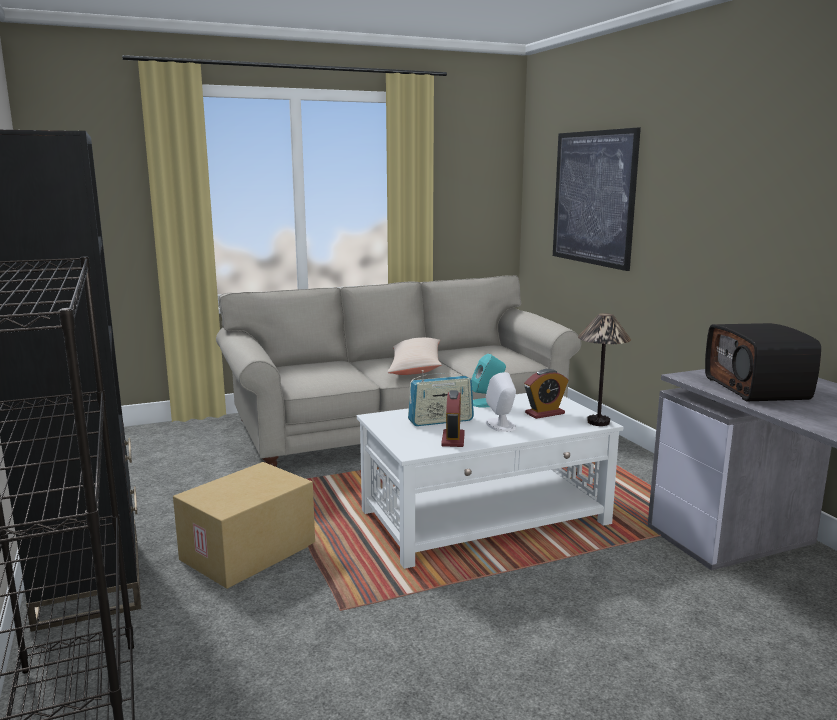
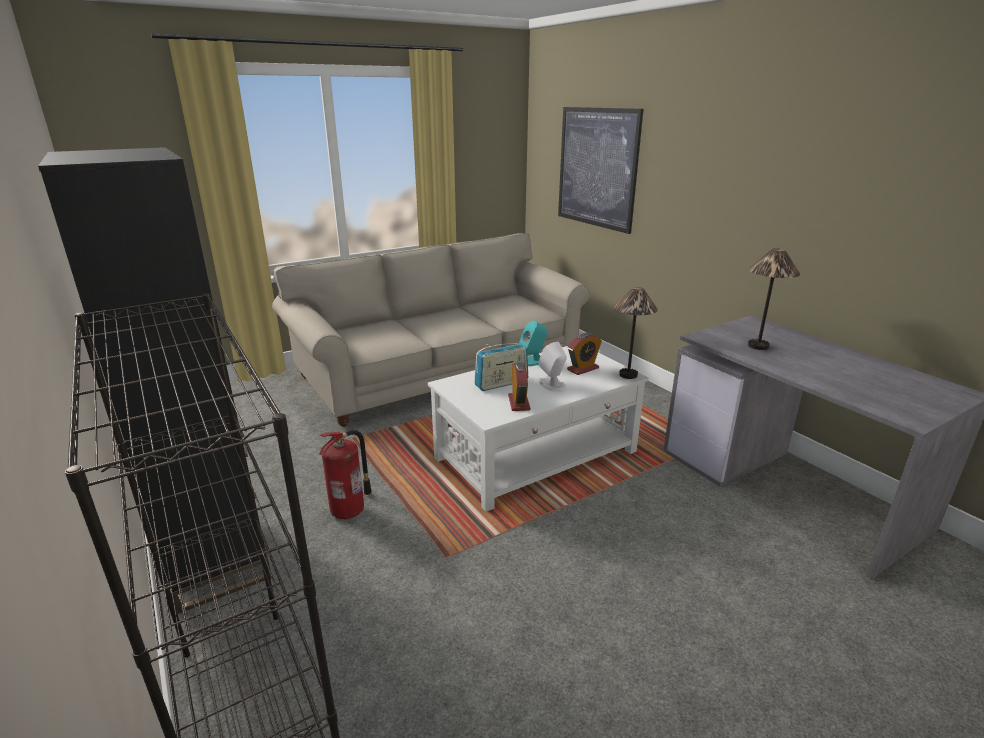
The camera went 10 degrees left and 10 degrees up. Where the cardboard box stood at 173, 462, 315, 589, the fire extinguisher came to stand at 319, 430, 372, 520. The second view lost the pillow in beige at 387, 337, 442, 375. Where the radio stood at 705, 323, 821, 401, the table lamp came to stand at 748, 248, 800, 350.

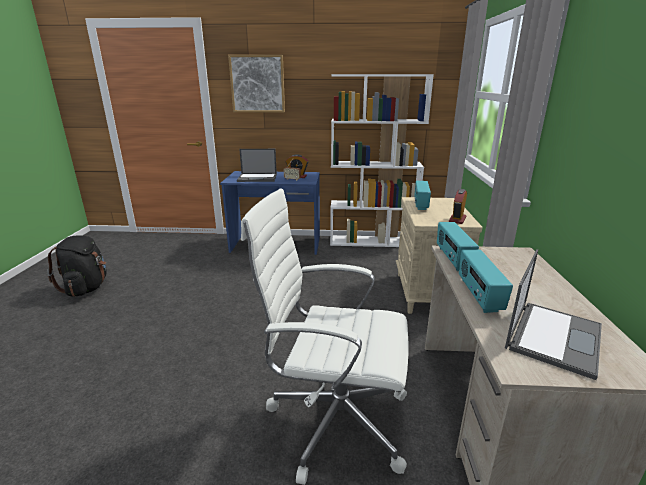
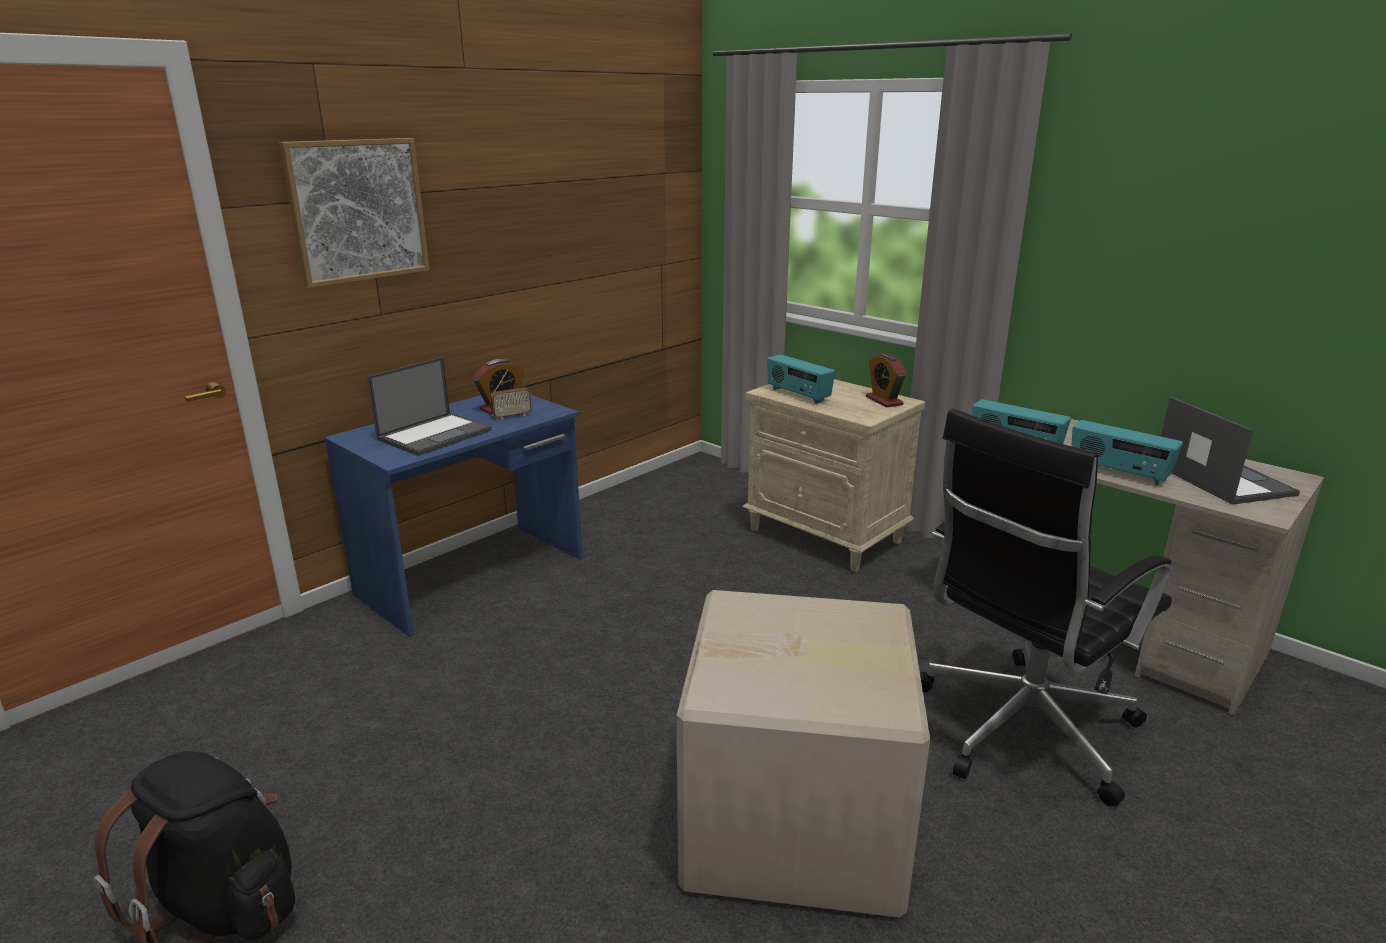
The camera went 50 degrees left and 0 degrees up. What was the office chair in white at 241, 188, 408, 485 turned into the office chair in black at 920, 409, 1172, 807. The second view lost the bookcase in white at 330, 74, 434, 247. The second view gained the cardboard box at 677, 590, 930, 918.

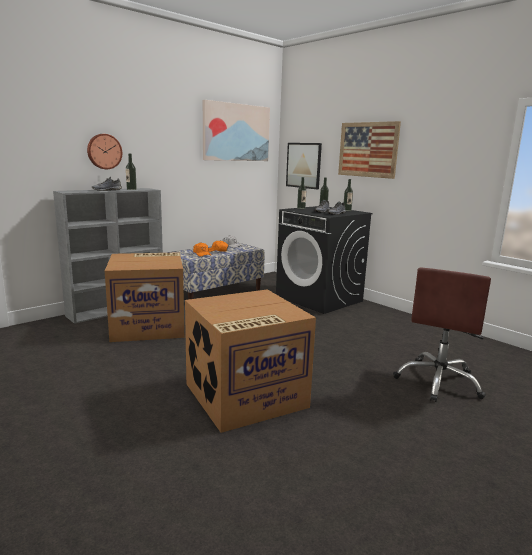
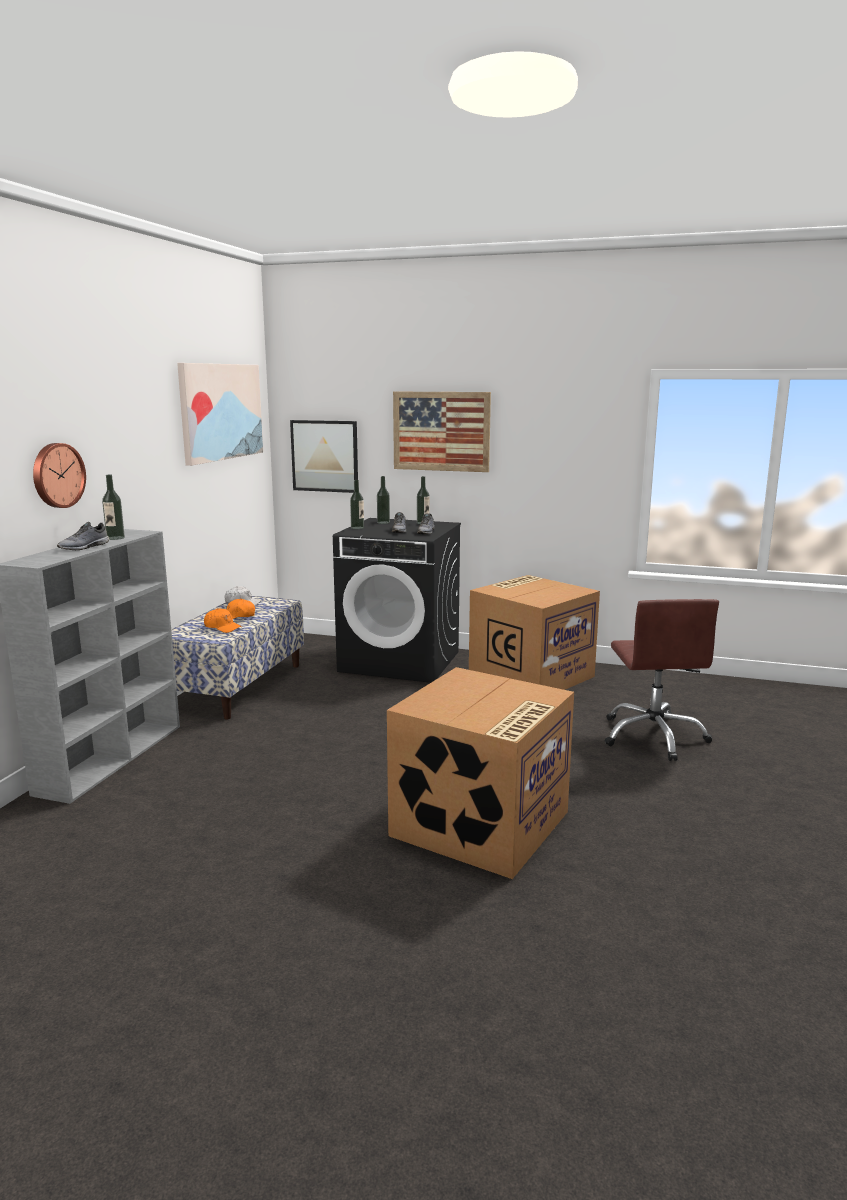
The camera went 30 degrees left and 0 degrees up. The cardboard box ended up elsewhere, having gone from 105, 252, 184, 342 to 469, 575, 600, 690.

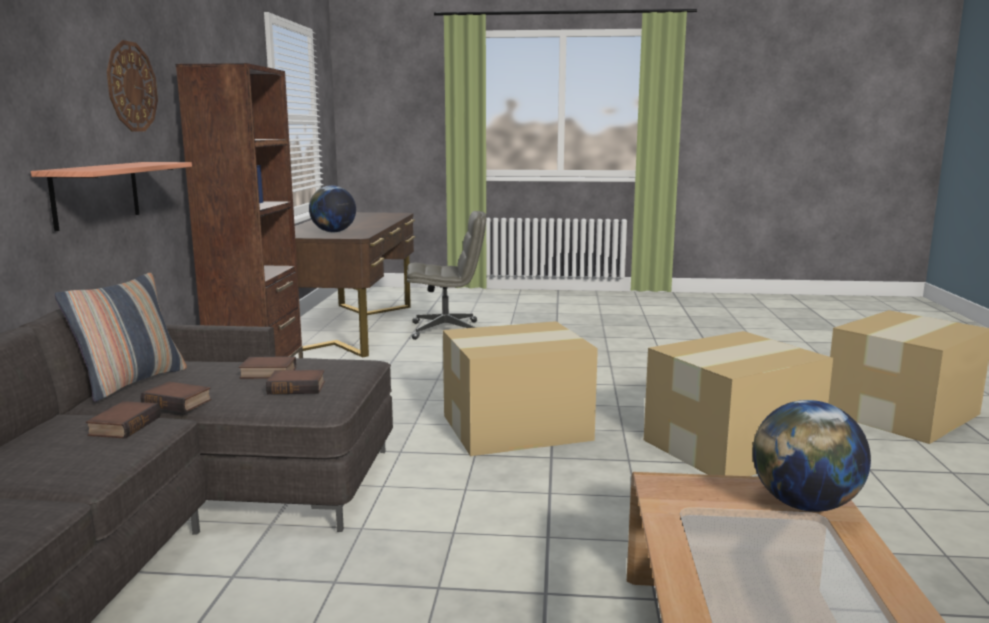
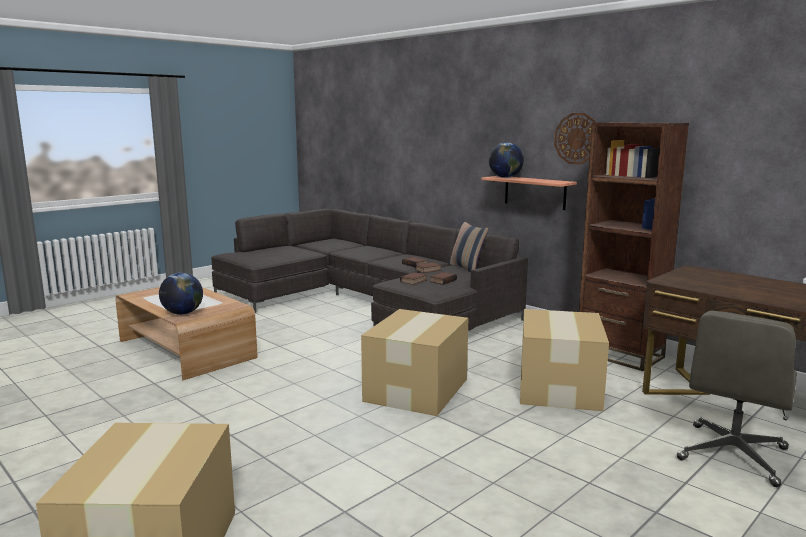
The camera went 130 degrees right and 0 degrees up. The globe ended up elsewhere, having gone from 309, 185, 356, 232 to 489, 142, 524, 178. The cardboard box ended up elsewhere, having gone from 644, 331, 833, 476 to 520, 309, 609, 411.

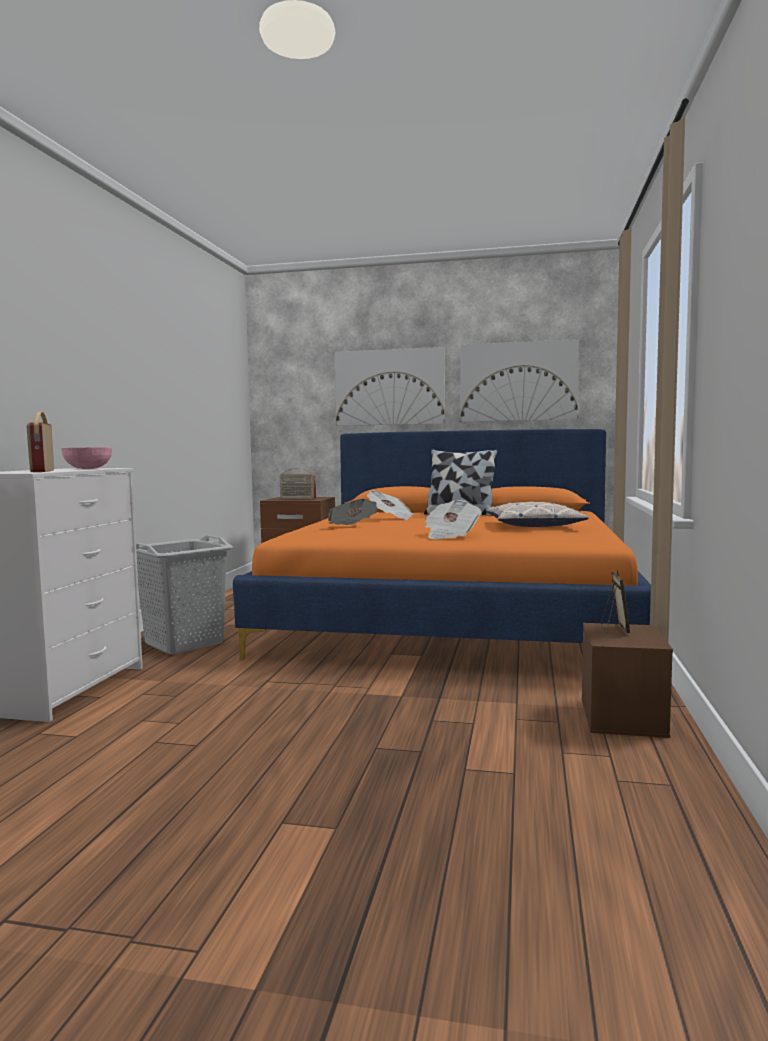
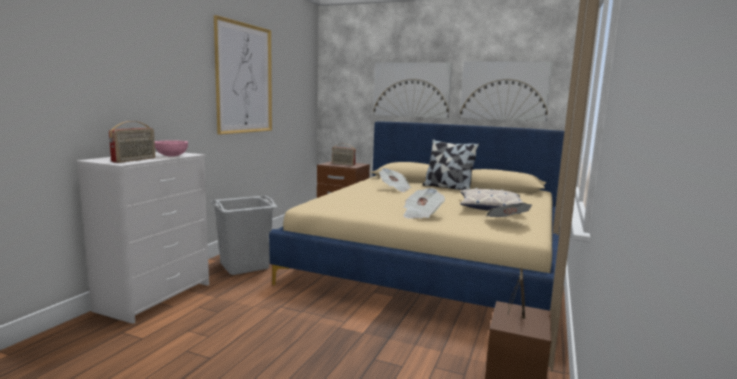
The camera went 10 degrees right and 5 degrees up. The radio at 27, 412, 54, 472 ended up facing another way, 150 degrees counterclockwise from before. What was the bed in orange at 233, 429, 651, 660 turned into the bed in beige at 269, 121, 564, 311. The newspaper ended up elsewhere, having gone from 328, 499, 377, 525 to 486, 203, 532, 217. The second view gained the picture at 214, 15, 272, 135.

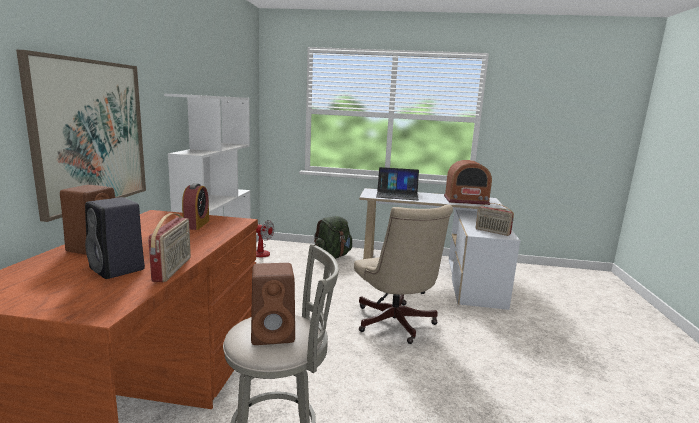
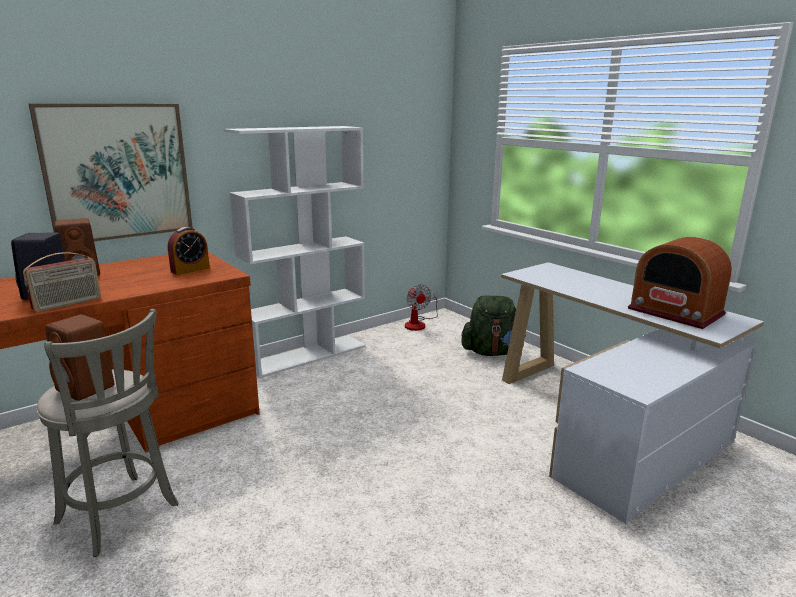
The camera went 45 degrees right and 5 degrees up. The second view lost the office chair in beige at 354, 204, 453, 344. The second view lost the laptop at 376, 167, 419, 200. The second view lost the radio at 476, 203, 514, 236.

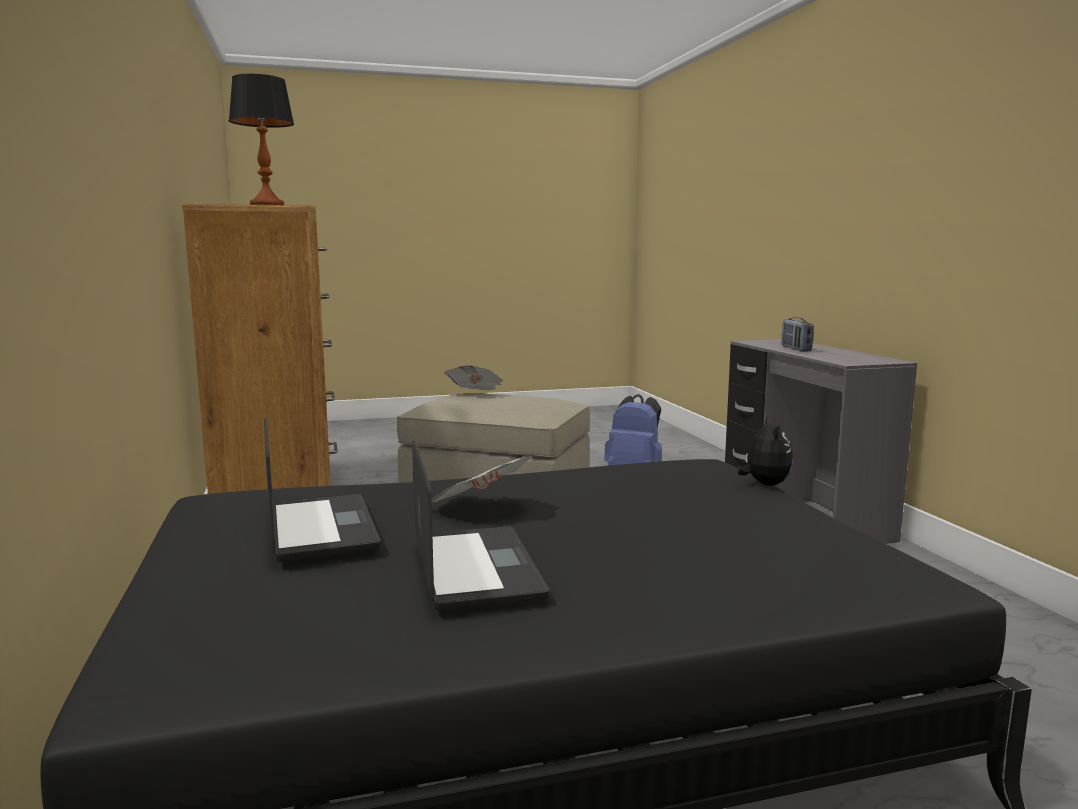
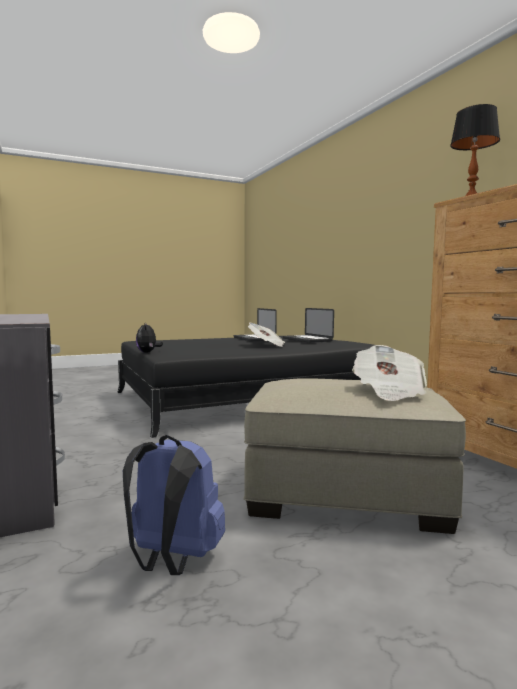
The camera went 170 degrees right and 5 degrees down. The second view lost the radio at 782, 317, 814, 352.

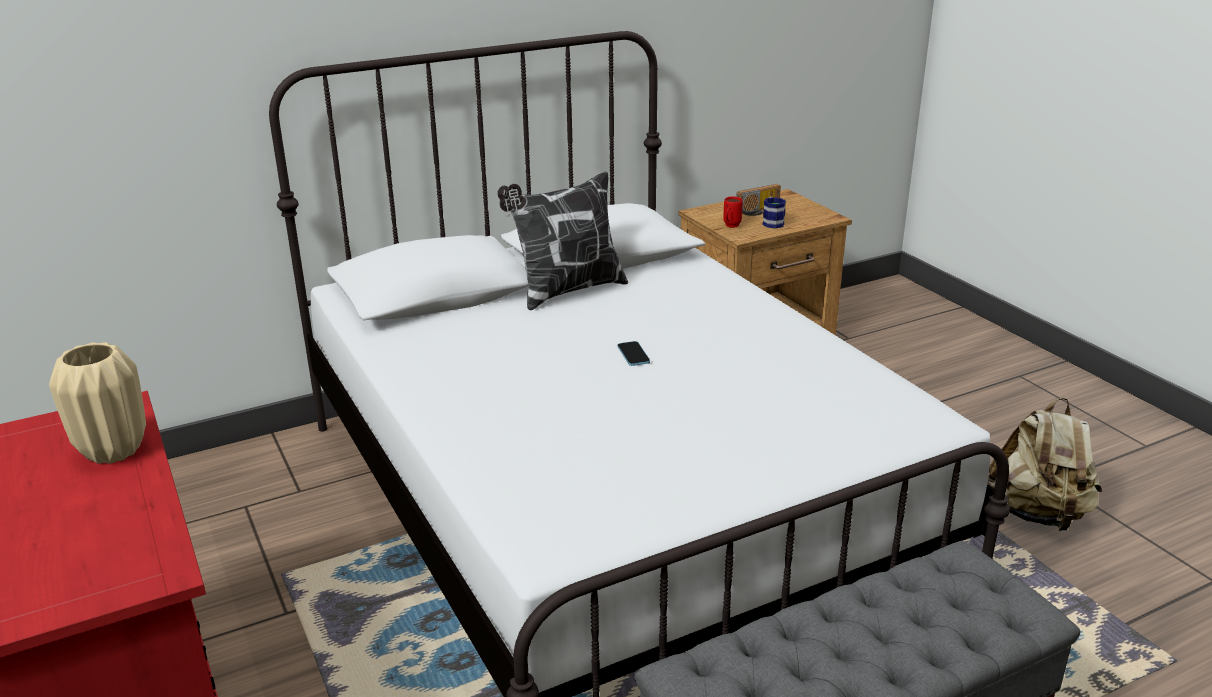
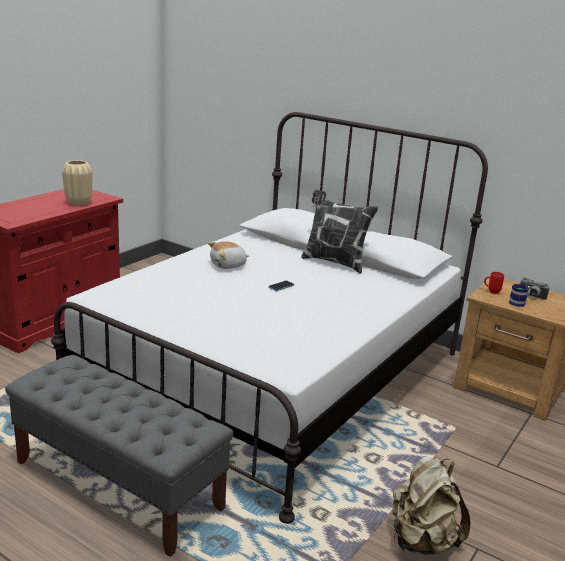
The camera went 60 degrees right and 5 degrees down. Where the radio stood at 736, 184, 781, 216, the photo camera came to stand at 520, 277, 550, 300. The second view gained the plush toy at 208, 241, 249, 269.

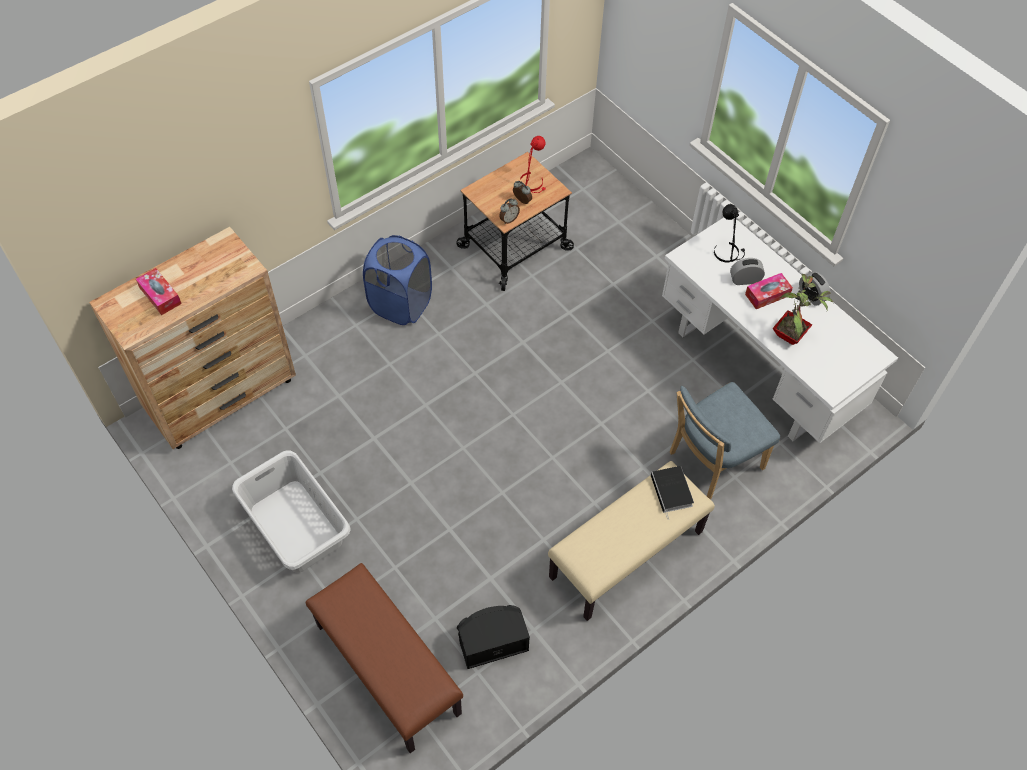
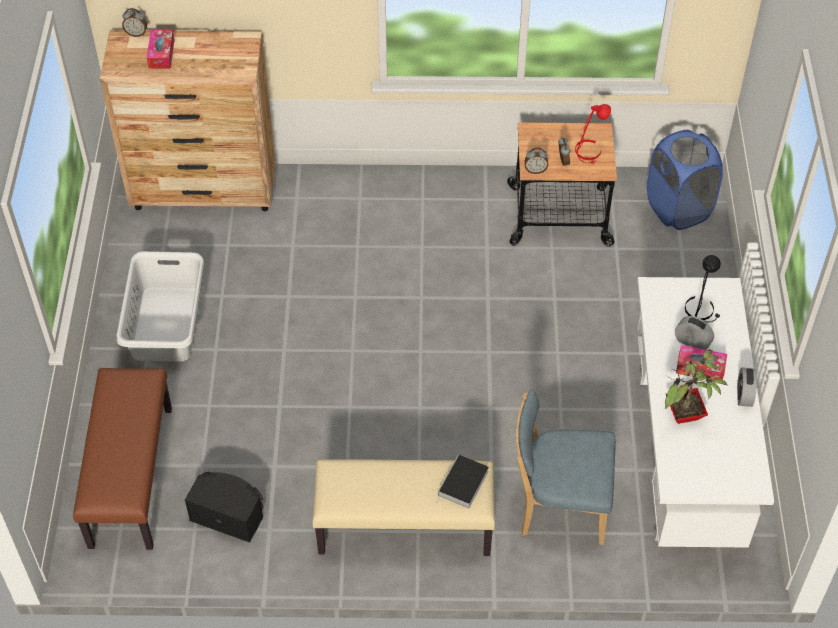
The camera went 40 degrees right and 5 degrees down. The laundry basket in blue ended up elsewhere, having gone from 363, 235, 432, 325 to 647, 130, 723, 230. The second view gained the alarm clock at 122, 8, 147, 37.

